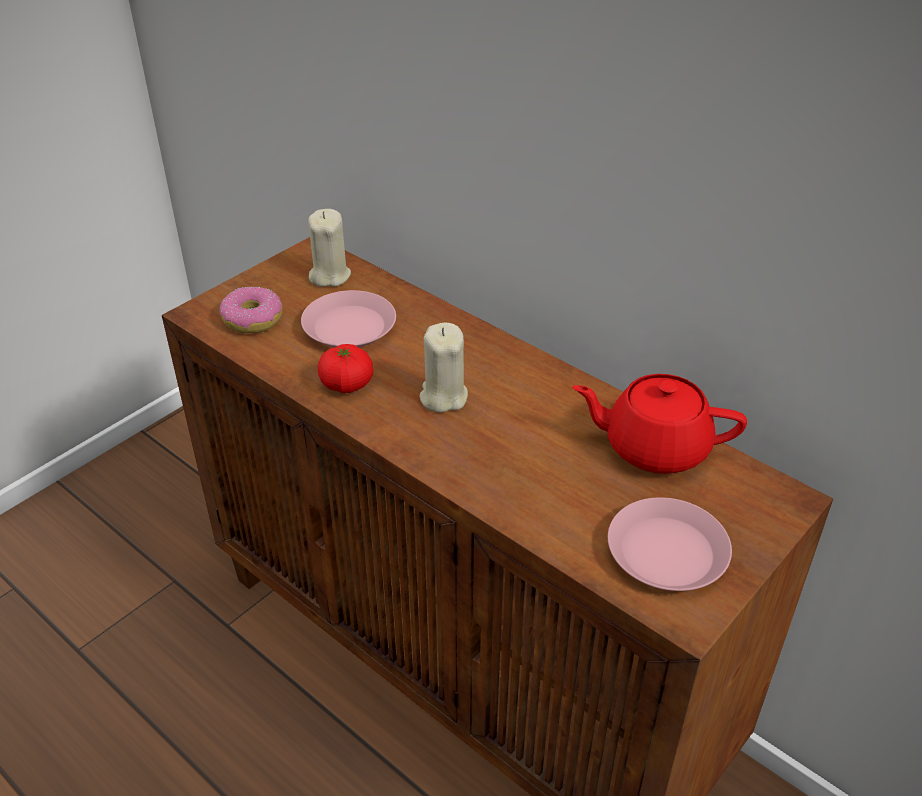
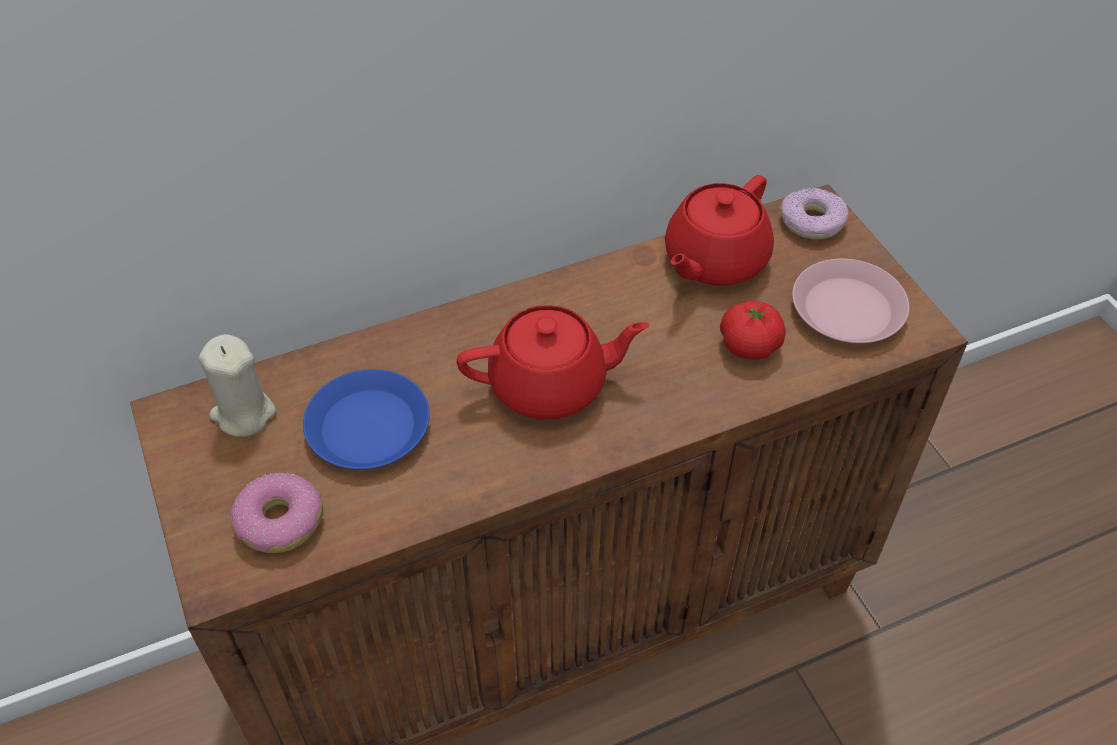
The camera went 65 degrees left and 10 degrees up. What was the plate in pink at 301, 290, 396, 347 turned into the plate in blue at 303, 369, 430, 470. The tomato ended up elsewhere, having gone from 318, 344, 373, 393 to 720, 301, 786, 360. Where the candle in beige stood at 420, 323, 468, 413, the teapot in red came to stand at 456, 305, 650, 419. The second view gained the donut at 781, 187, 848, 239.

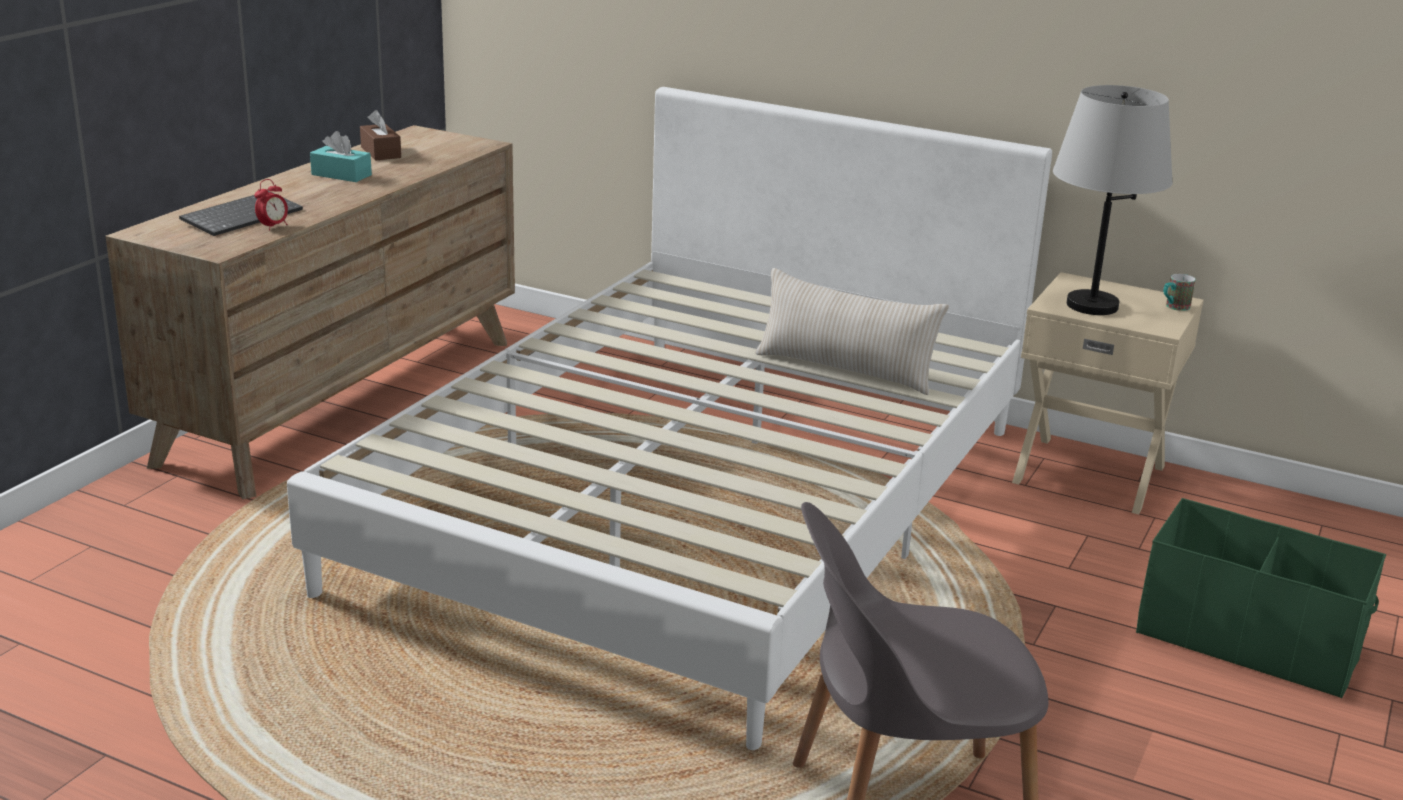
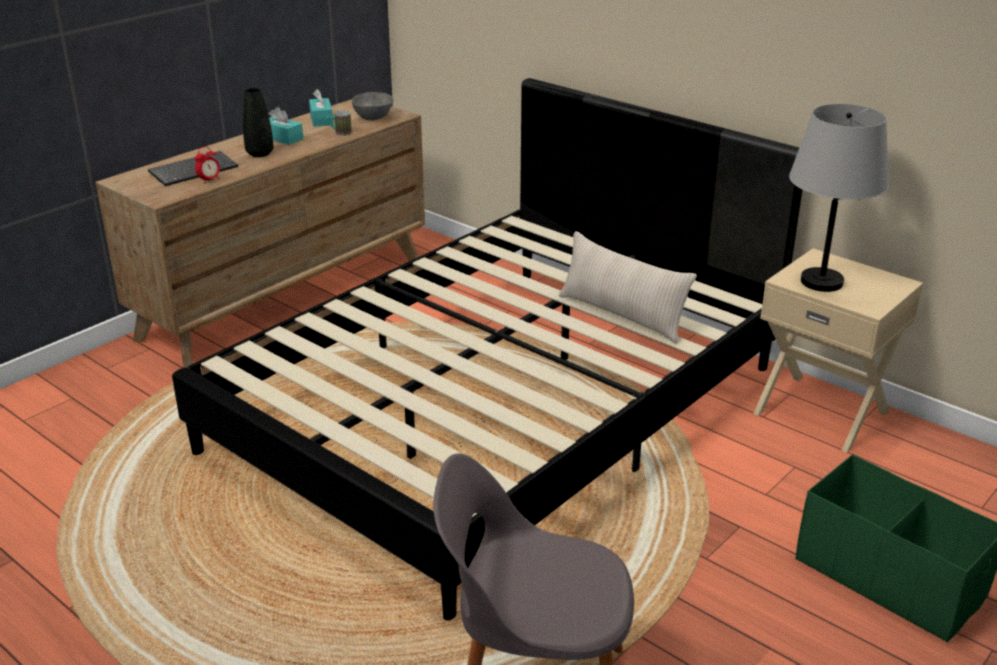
The camera went 15 degrees right and 5 degrees up. What was the bed in white at 287, 87, 1052, 750 turned into the bed in black at 172, 78, 802, 620. What was the tissue box in brown at 360, 110, 401, 161 turned into the tissue box in turquoise at 309, 89, 333, 127. The mug ended up elsewhere, having gone from 1163, 274, 1195, 311 to 327, 111, 352, 136. The second view gained the vase in black at 243, 88, 273, 157. The second view gained the bowl in grey at 352, 92, 394, 121.

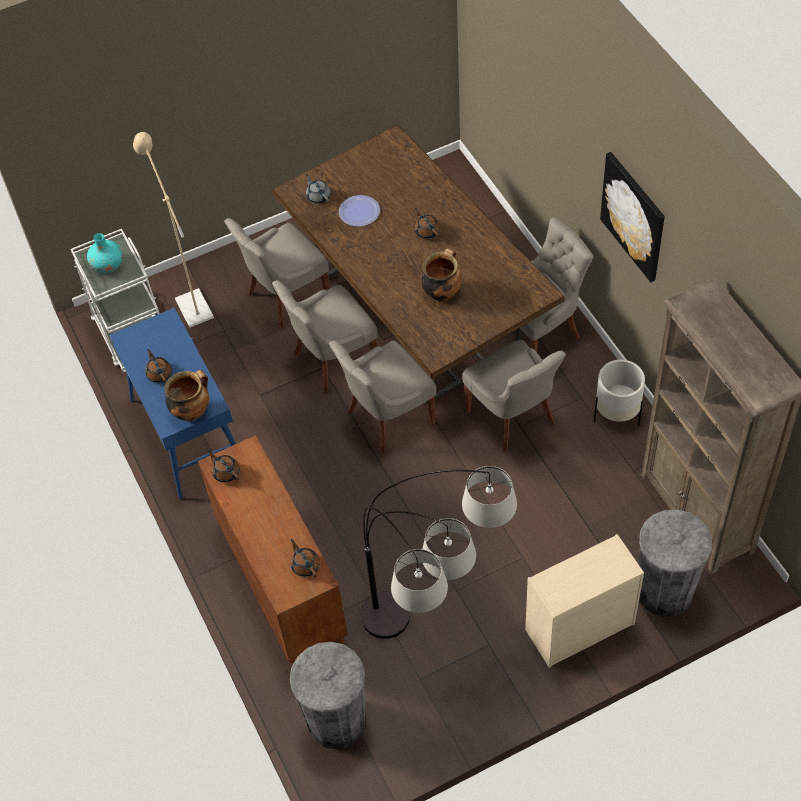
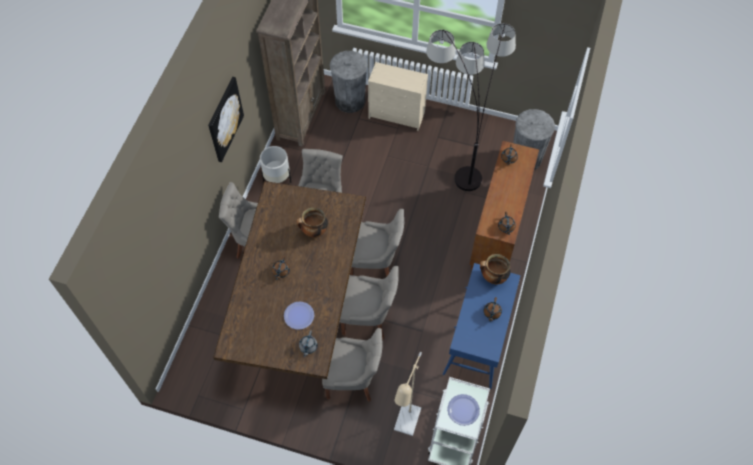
The camera went 140 degrees left and 5 degrees up. Where the vase in turquoise stood at 87, 233, 123, 273, the plate came to stand at 447, 394, 480, 426.

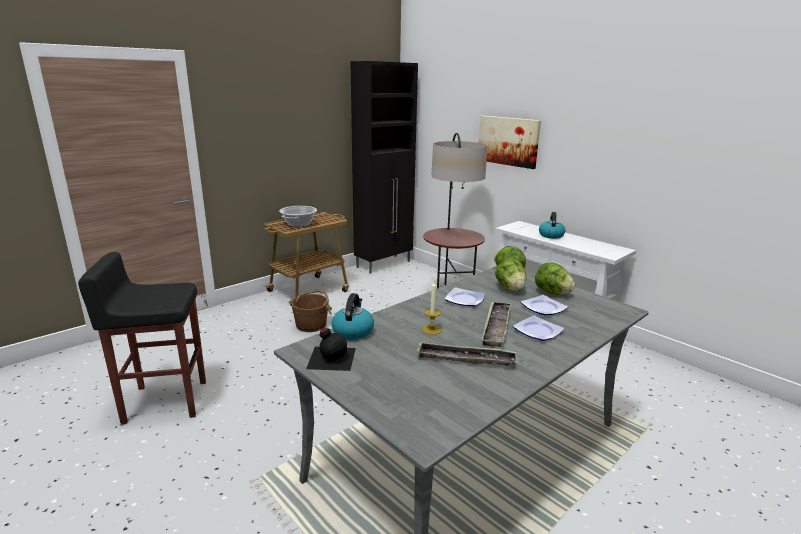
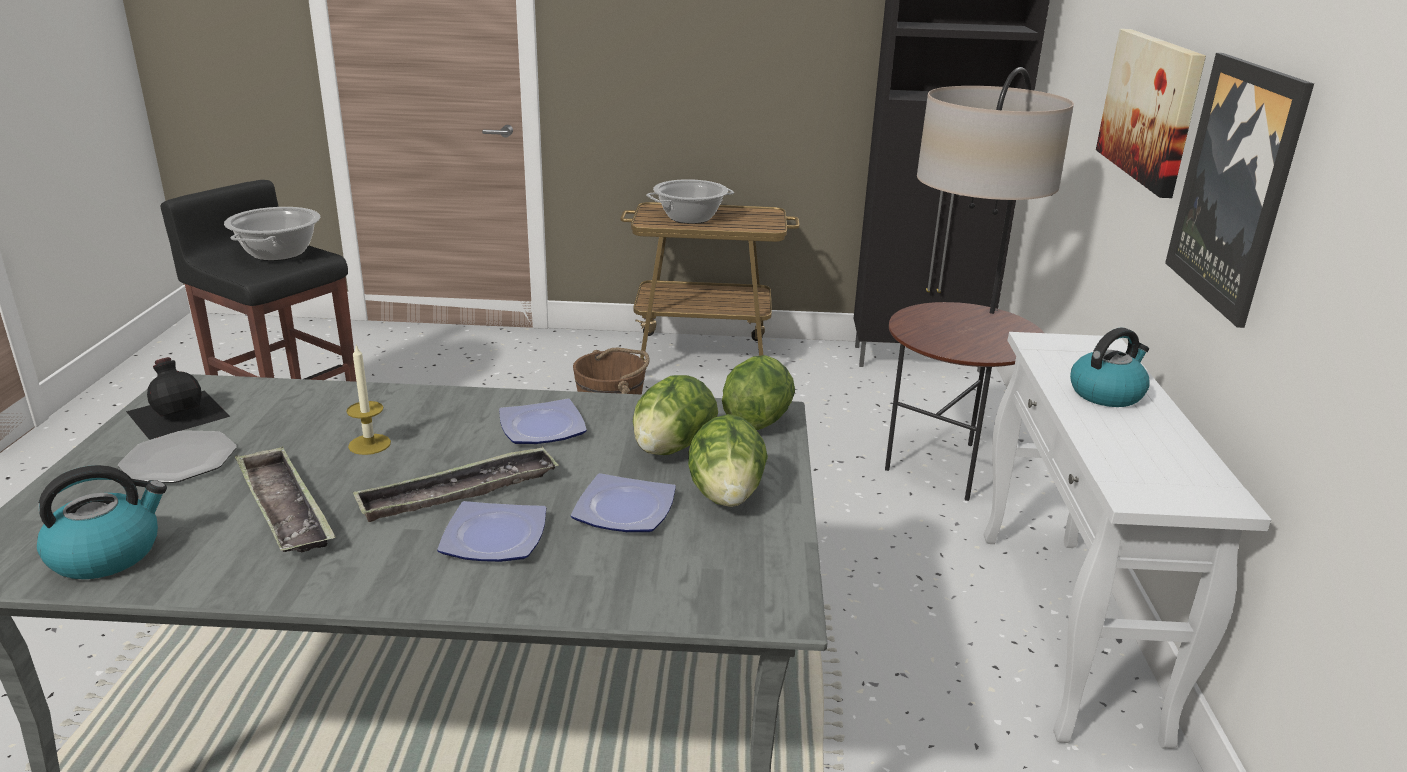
The camera went 45 degrees right and 5 degrees up. The kettle ended up elsewhere, having gone from 331, 293, 374, 340 to 37, 465, 167, 579. The second view gained the plate at 118, 430, 237, 483. The second view gained the cooking pot at 224, 207, 321, 261. The second view gained the picture at 1165, 53, 1314, 328.

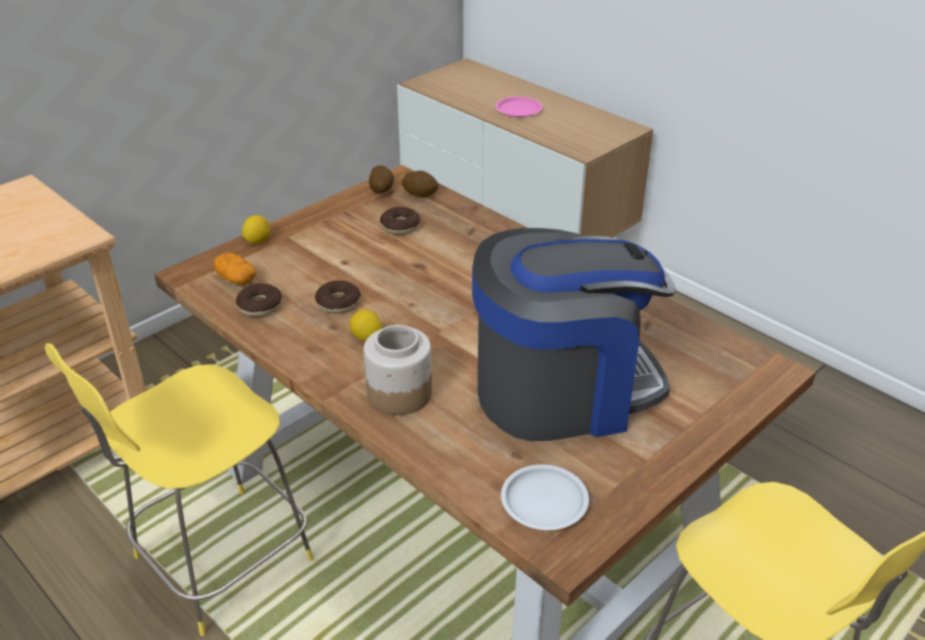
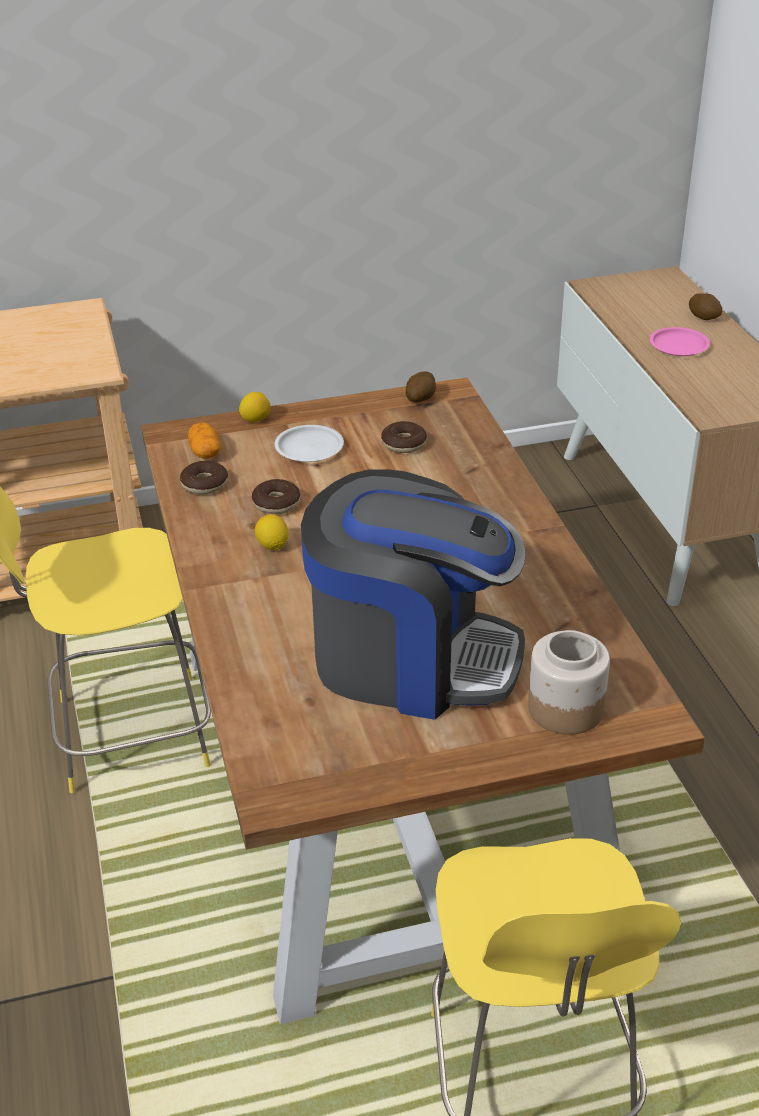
The camera went 30 degrees right and 0 degrees up. The jar ended up elsewhere, having gone from 364, 325, 432, 415 to 528, 630, 610, 735. The potato ended up elsewhere, having gone from 402, 171, 439, 197 to 689, 293, 722, 320. The plate in white ended up elsewhere, having gone from 501, 464, 589, 530 to 275, 425, 344, 462.

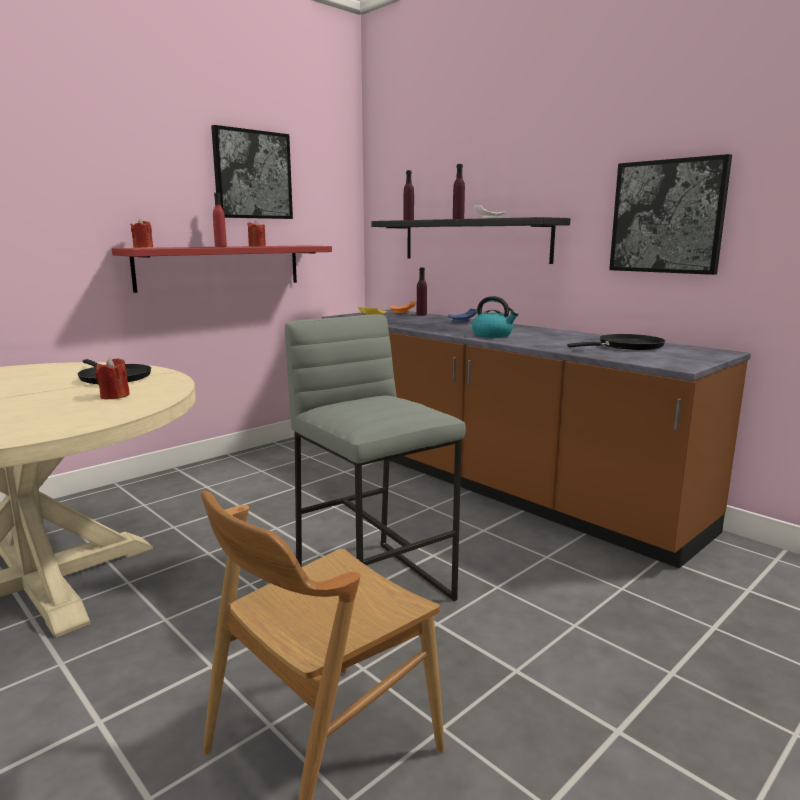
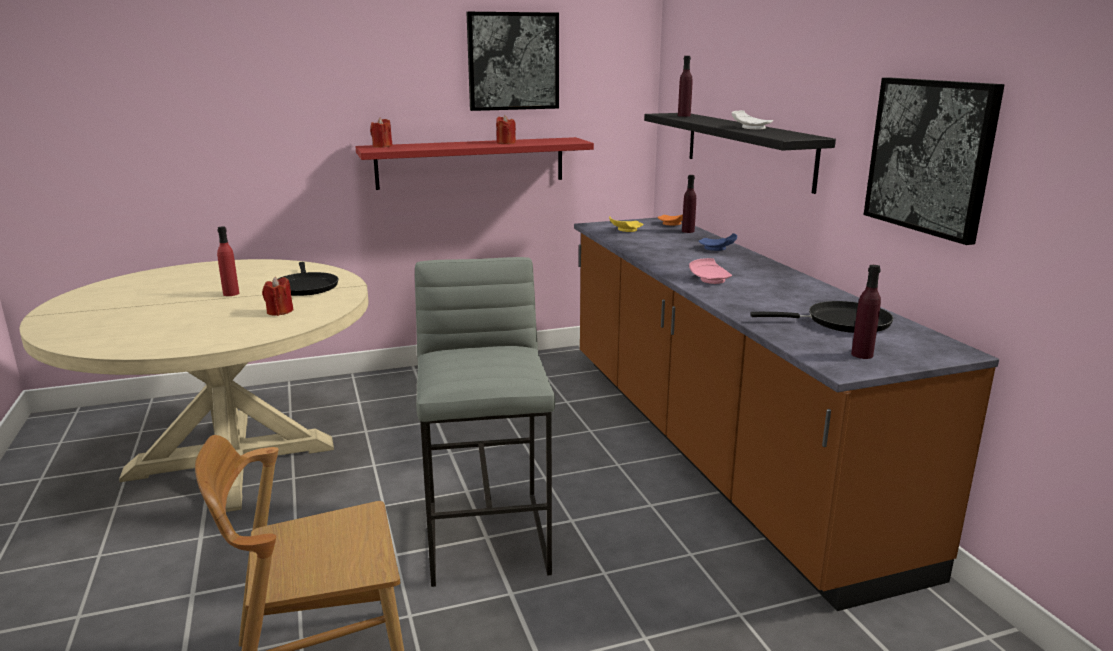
The camera went 25 degrees right and 5 degrees up. The bottle in red ended up elsewhere, having gone from 213, 193, 227, 247 to 217, 226, 239, 296. The bottle in purple ended up elsewhere, having gone from 453, 164, 465, 219 to 851, 265, 881, 359. Where the kettle stood at 472, 296, 518, 338, the plate in pink came to stand at 689, 258, 732, 284.

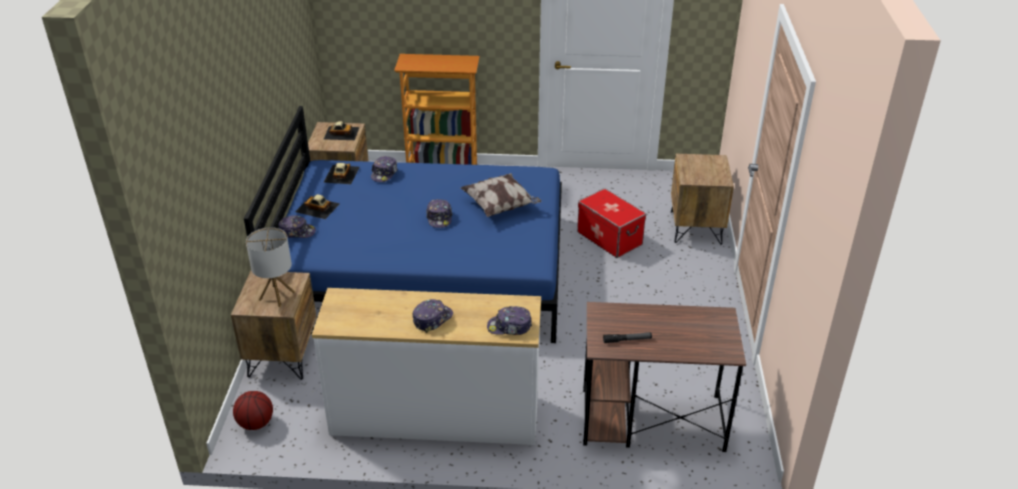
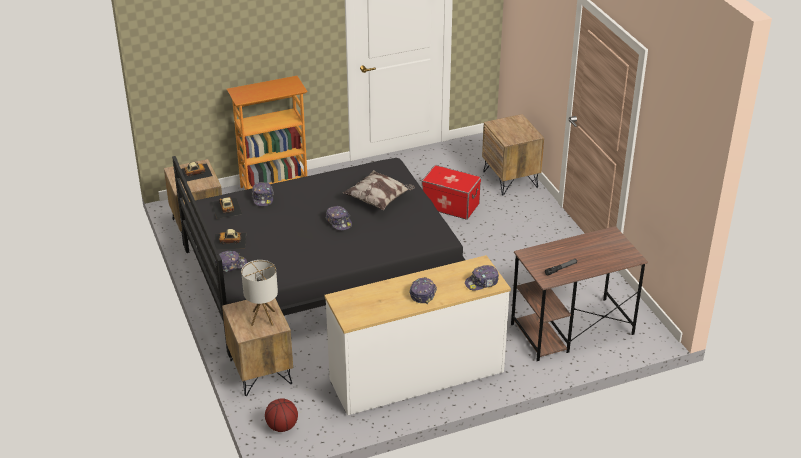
The camera went 25 degrees left and 0 degrees up. What was the bed in blue at 244, 106, 562, 343 turned into the bed in black at 172, 156, 465, 358.

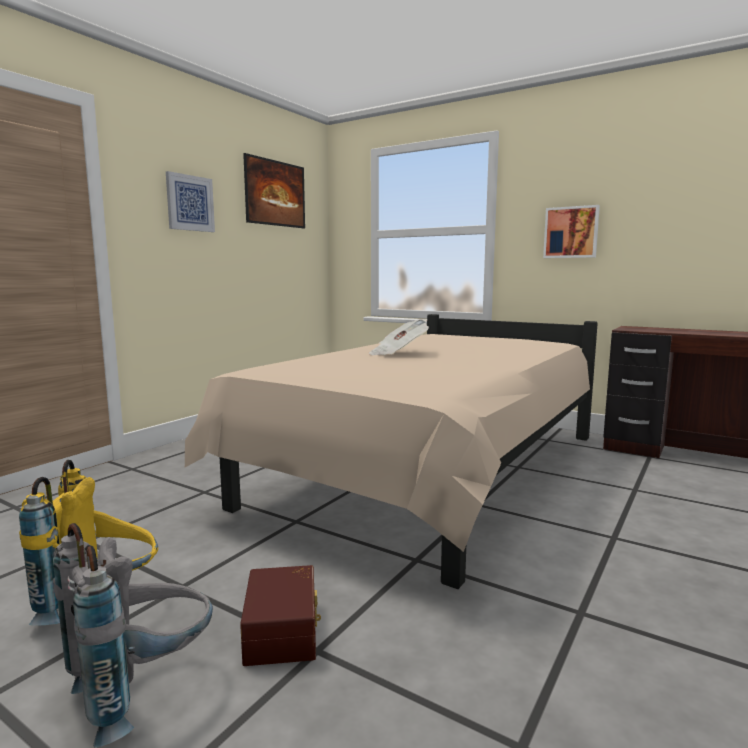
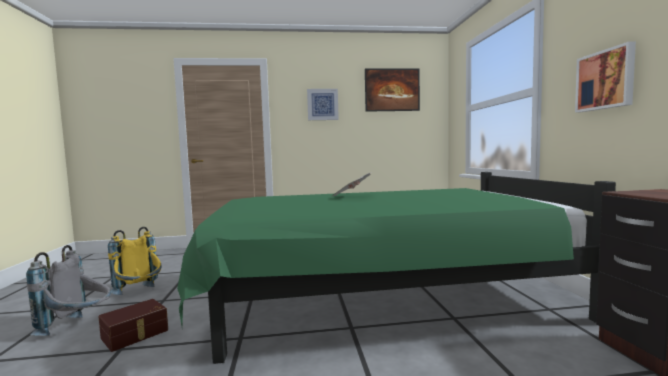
The camera went 50 degrees right and 5 degrees down. What was the bed in beige at 185, 314, 598, 589 turned into the bed in green at 177, 172, 616, 364.

